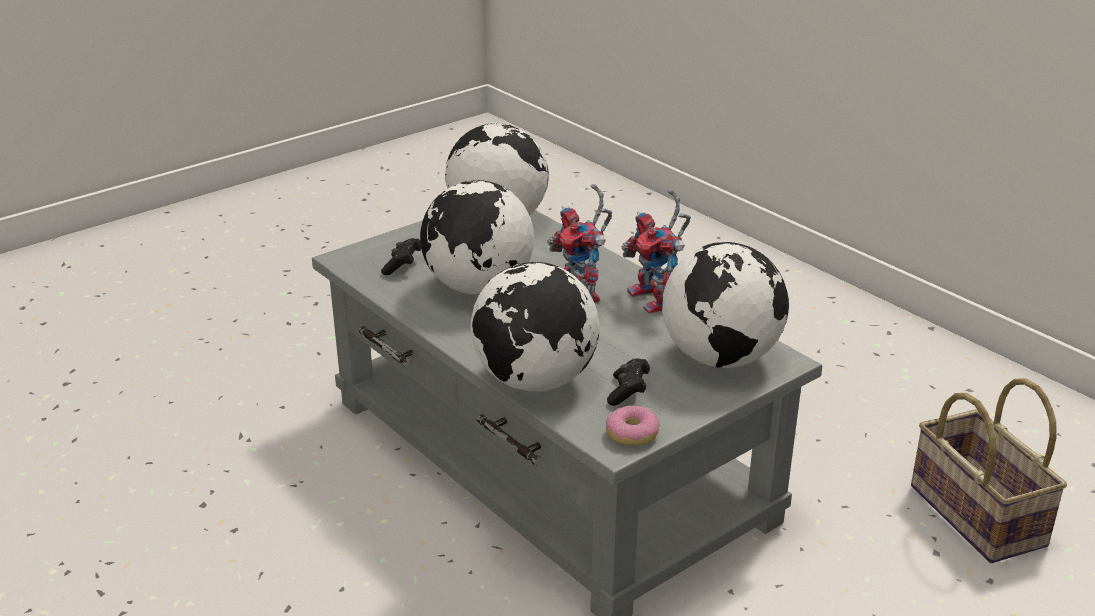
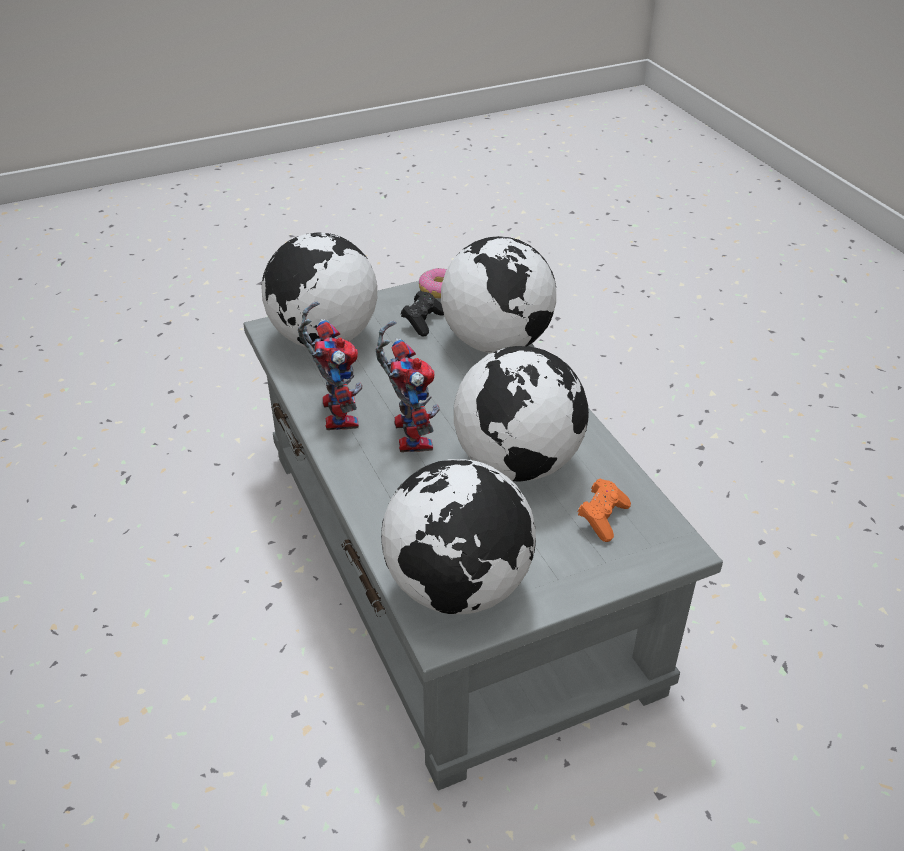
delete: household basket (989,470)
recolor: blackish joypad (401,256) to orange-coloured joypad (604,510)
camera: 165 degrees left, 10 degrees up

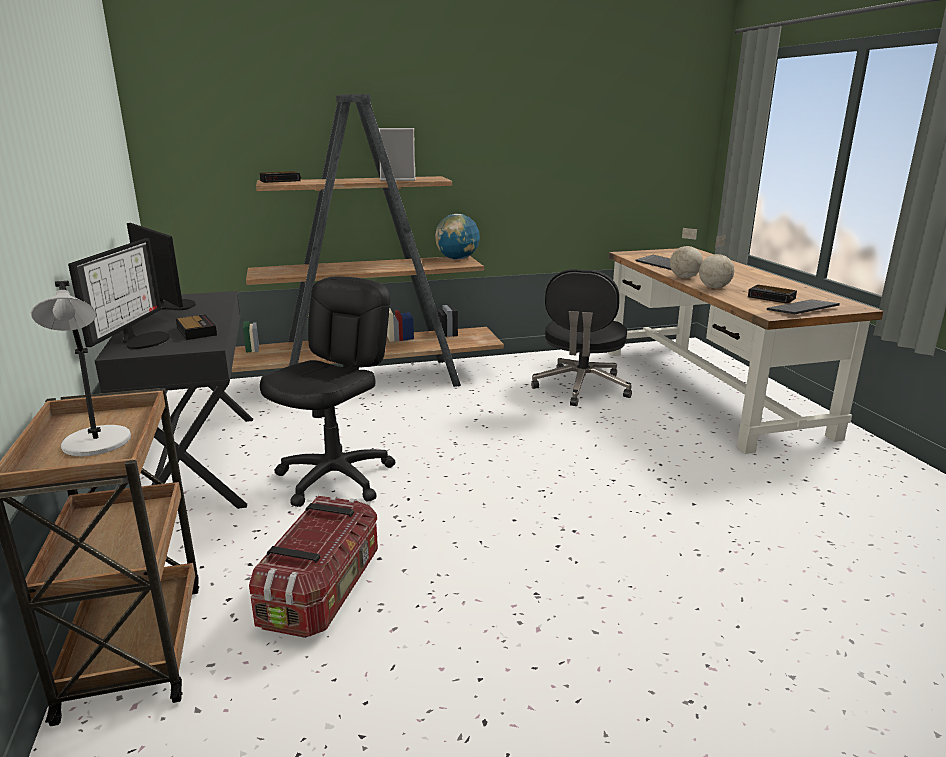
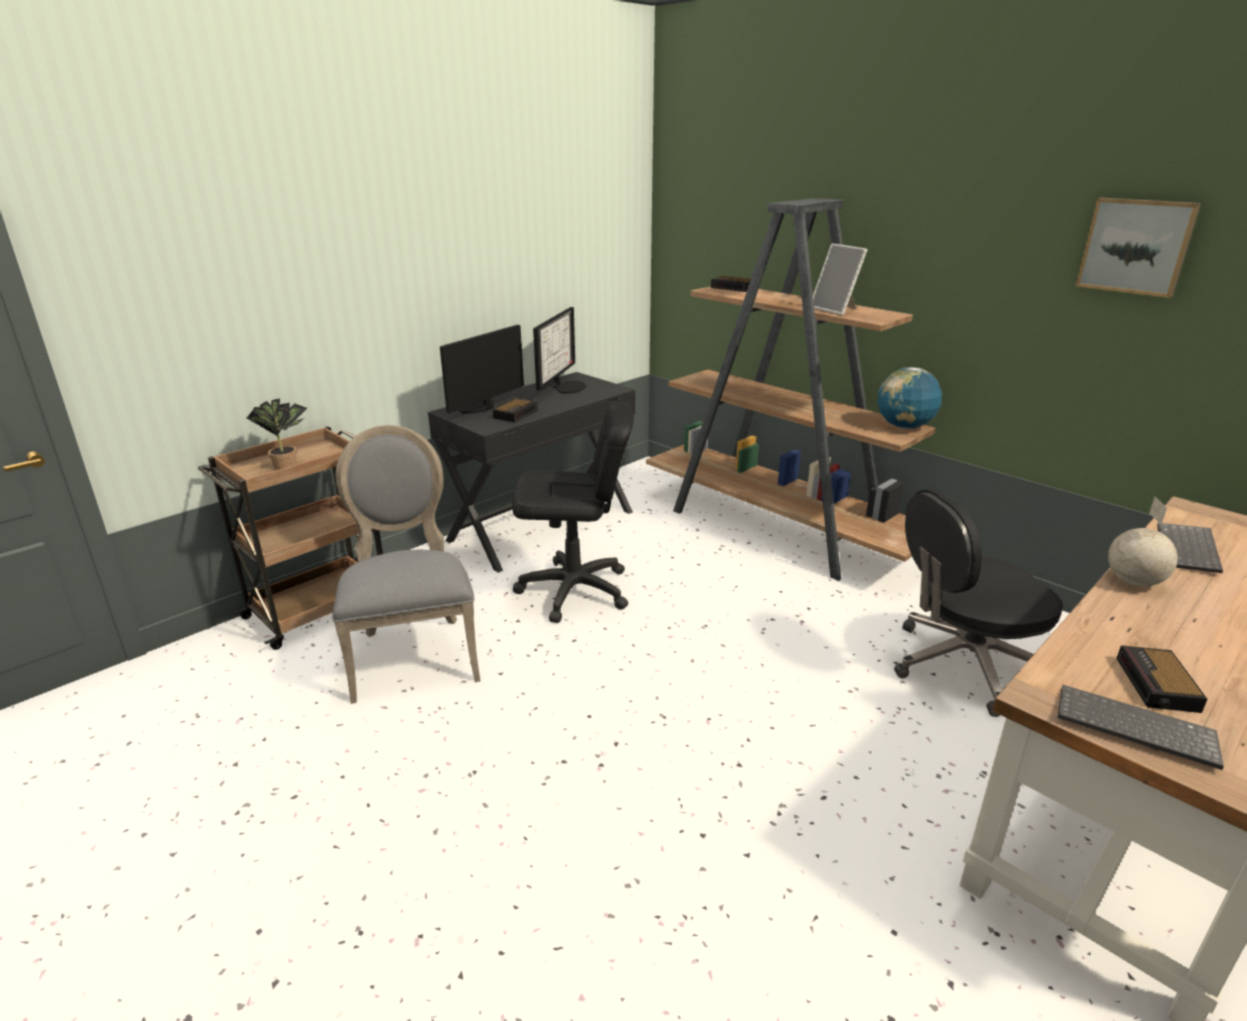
delete: desk globe (716,261)
insert: wall picture (1138,248)
replace: gray tabletop lamp (81,368) to potted plant (277,434); storage container (313,567) to gray upright chair (406,564)
rotate: monitor (119,293) = (482,369) 150 degrees clockwise
camera: 60 degrees right, 5 degrees up

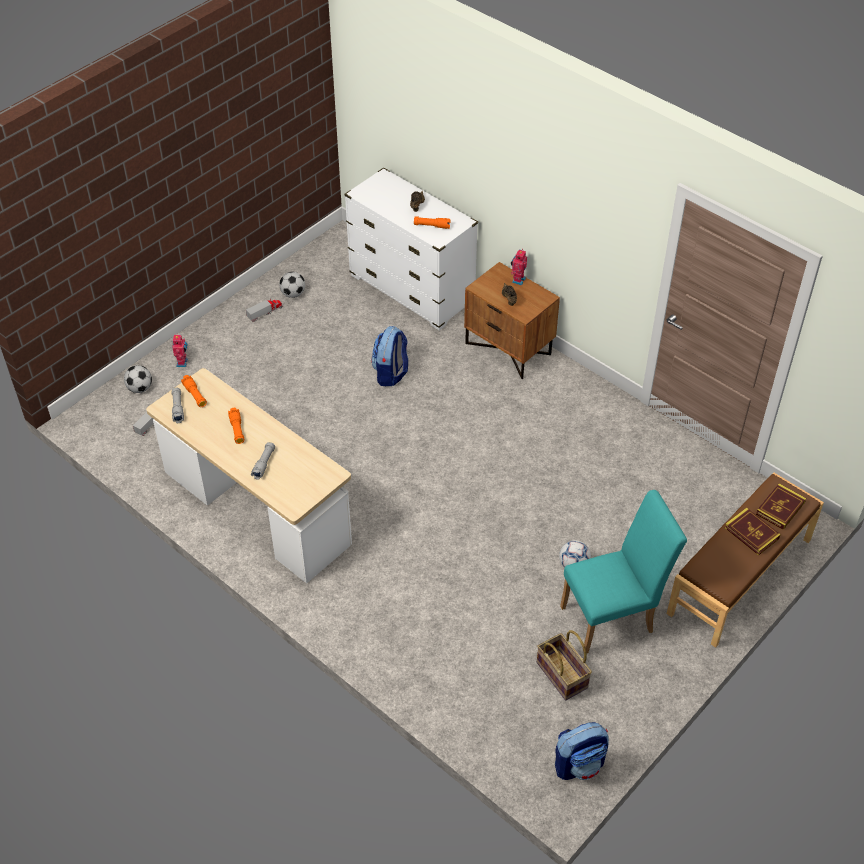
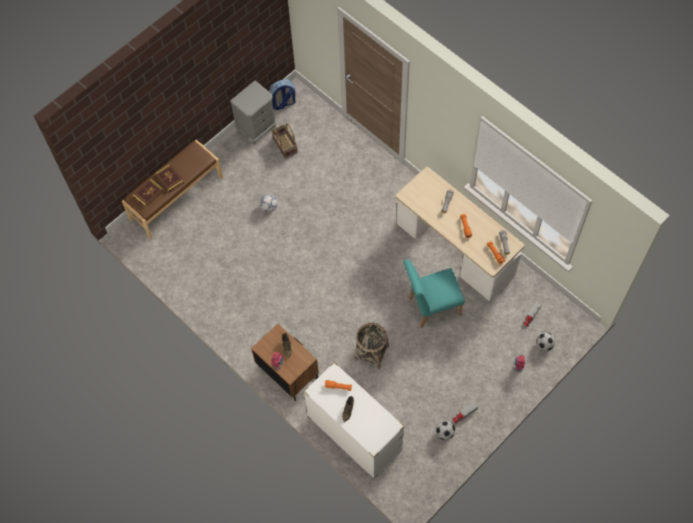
insert: gray night table (253,113)
move: turquoise upright chair (623,572) to (434,294)
replace: knapsack (389,356) to household basket (371,346)
camera: 175 degrees left, 15 degrees up

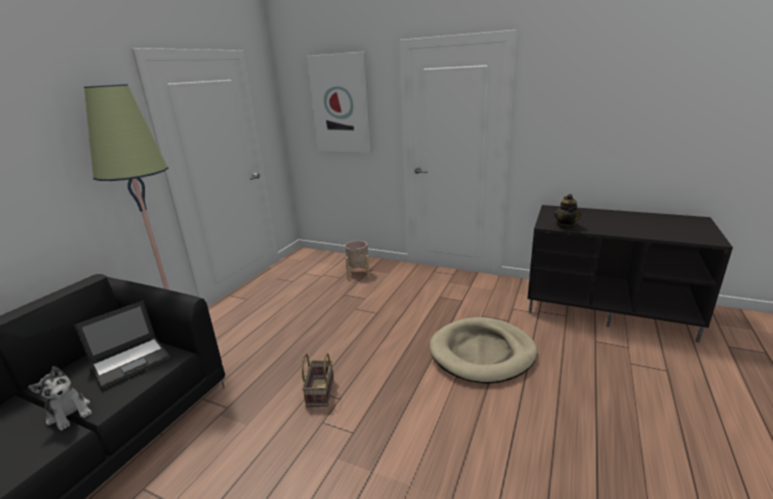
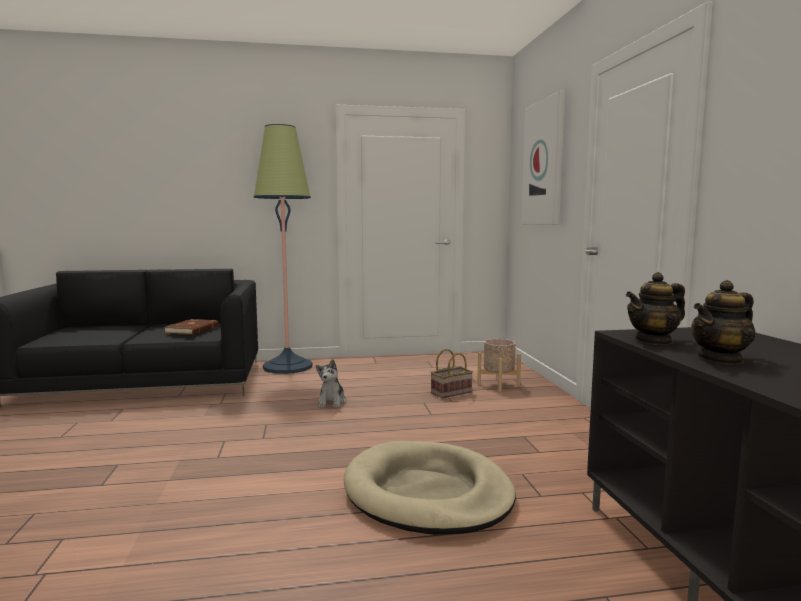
insert: tea pot (723,322)
move: plush toy (60,398) to (331,383); household basket (318,380) to (451,373)
replace: notebook computer (122,344) to brown bound book (191,326)
camera: 55 degrees right, 15 degrees down

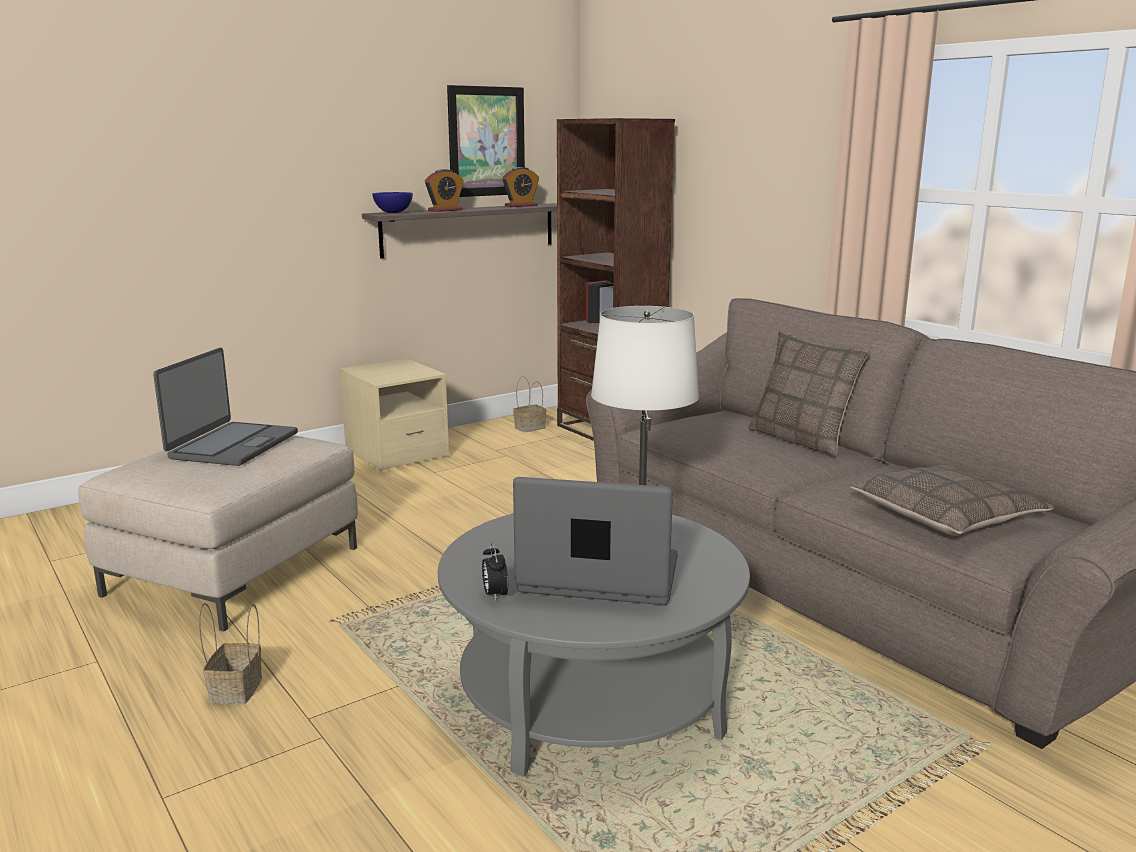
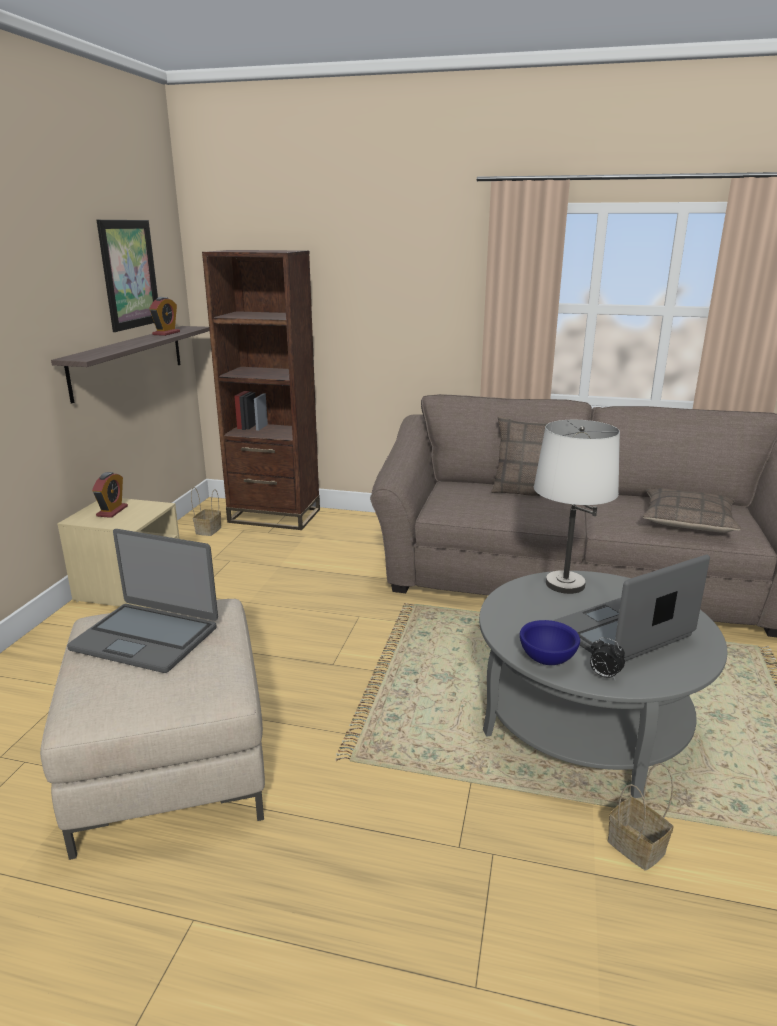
move: bedside clock (444,190) to (110,495); blue-coloured bowl (392,202) to (550,642); household basket (230,653) to (640,817)
rotate: notebook computer (225,407) = (142,601) 135 degrees clockwise
camera: 40 degrees left, 5 degrees up

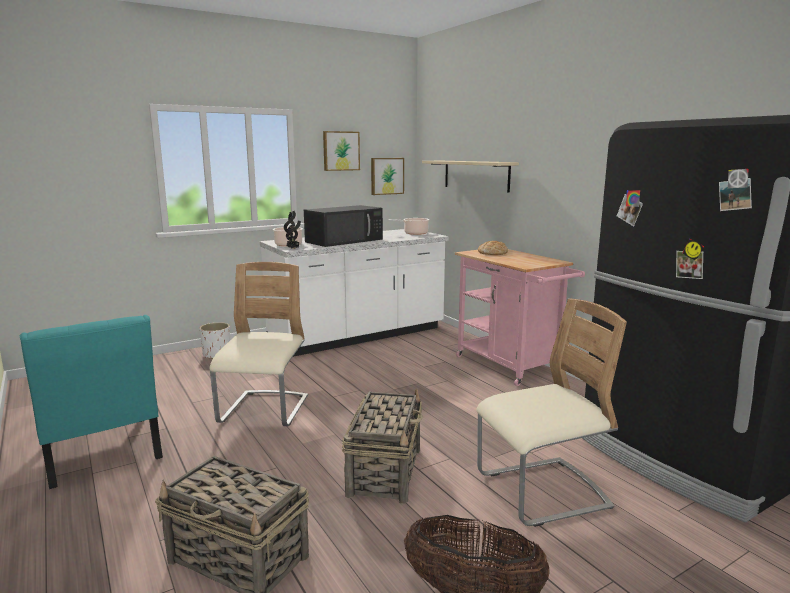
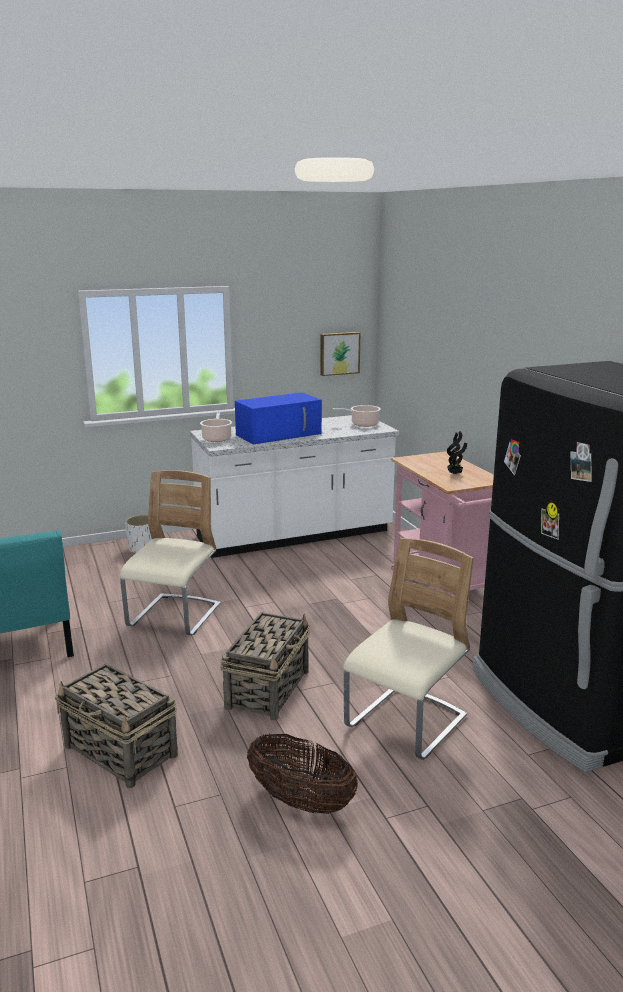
delete: wall picture (341,151); beige-coloured shelf (470,176); baked bread (493,248)
move: potted plant (292,230) to (457,453)
recolor: blackish microwave (343,226) to blue-coloured microwave (278,418)
rotate: beige-coloured upright chair (551,413) = (408,649) 45 degrees counterclockwise
camera: 10 degrees right, 5 degrees up

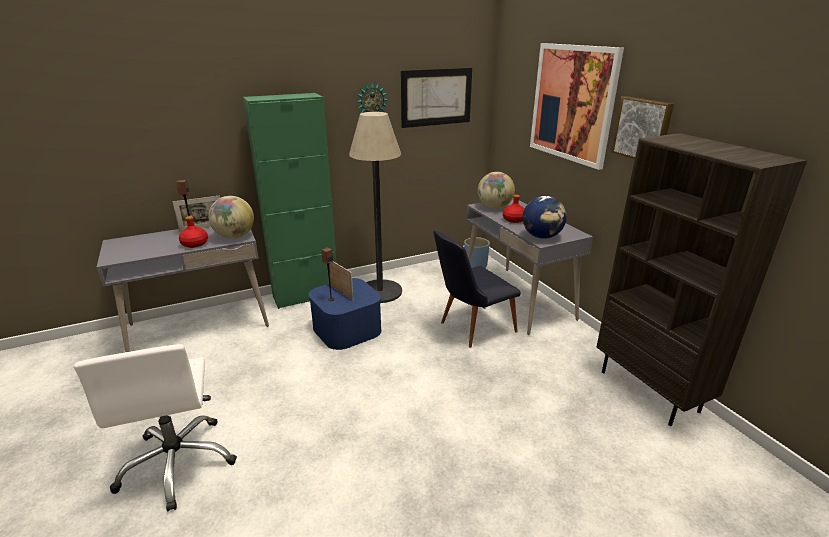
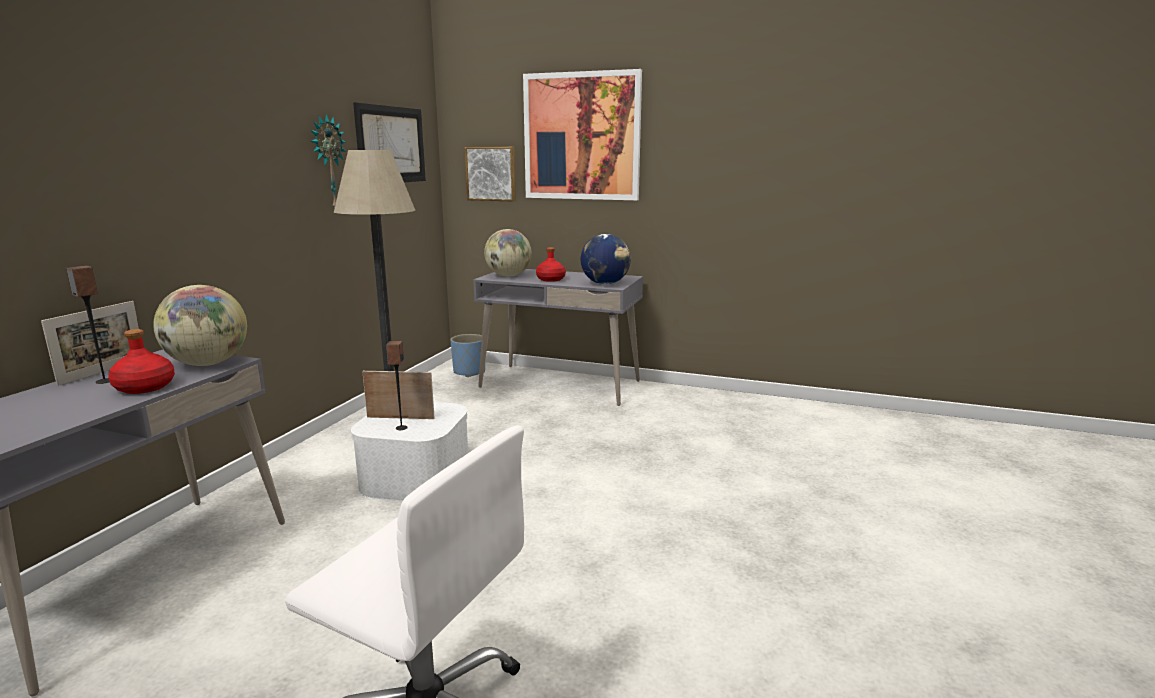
delete: green storage cabinet (290,201); blackish upright chair (477,289); brown bookshelf (702,279)
move: wall picture (642,127) to (490,174)
recolor: blue-coloured storage container (345,314) to white-coloured storage container (409,451)
camera: 45 degrees left, 10 degrees down

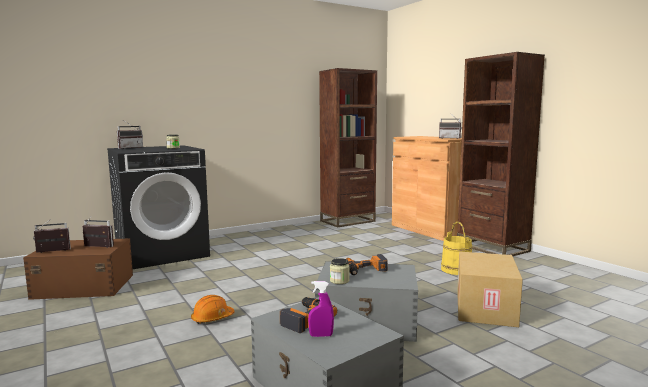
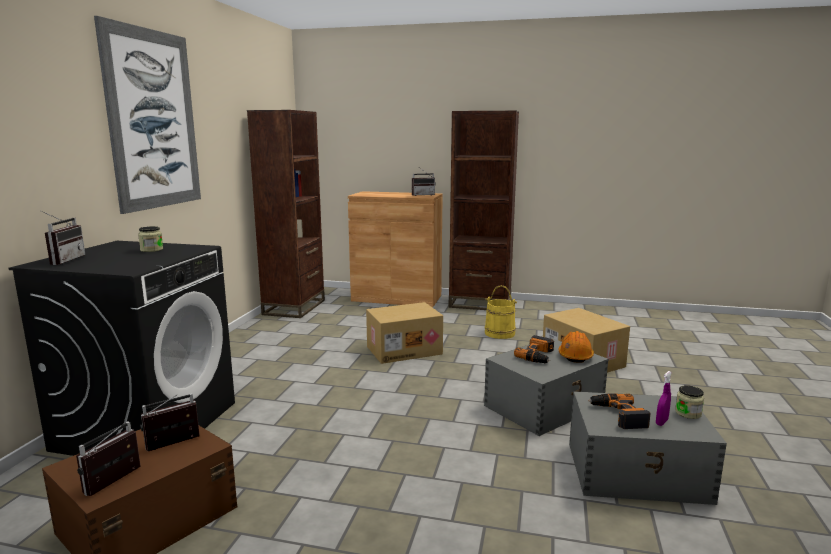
insert: wall picture (147,115); carton (404,333)
move: orange-coloured work helmet (213,309) to (576,347); storage jar (340,271) to (689,402)
camera: 45 degrees left, 5 degrees up

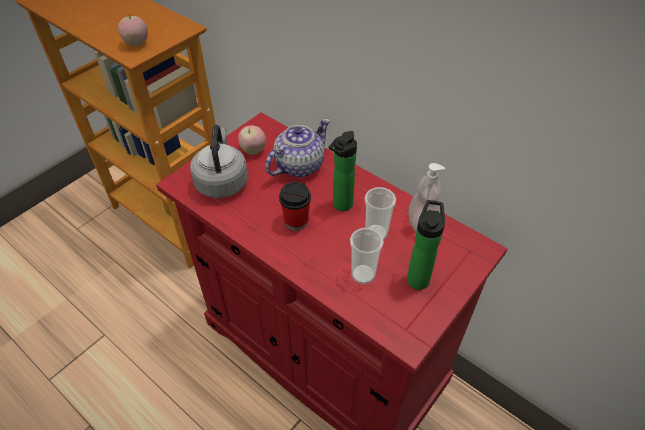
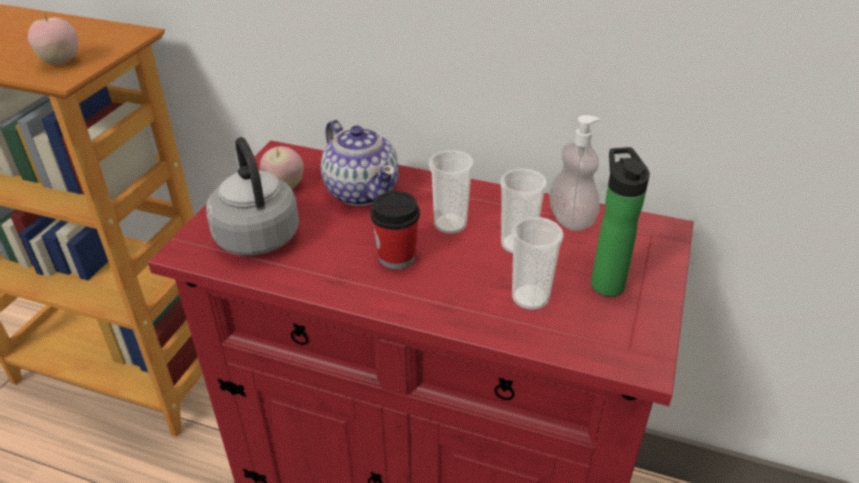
replace: beverage bottle (343,171) to cup (451,192)
rotate: tea pot (297,147) = (360,163) 120 degrees clockwise
camera: 20 degrees left, 10 degrees down

